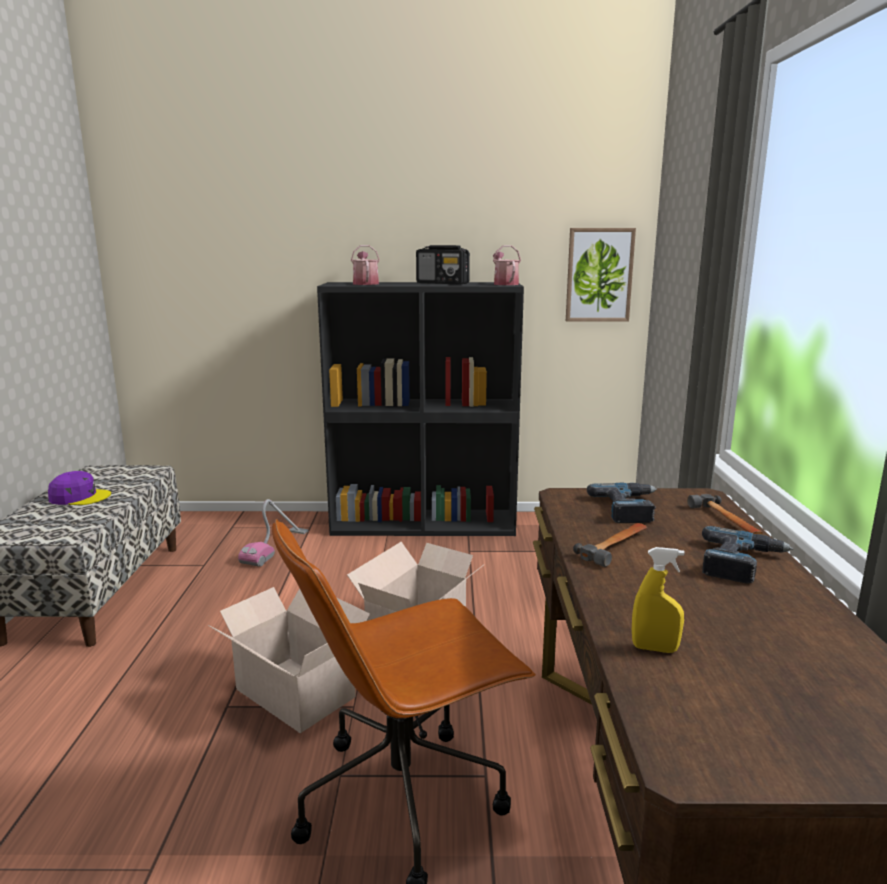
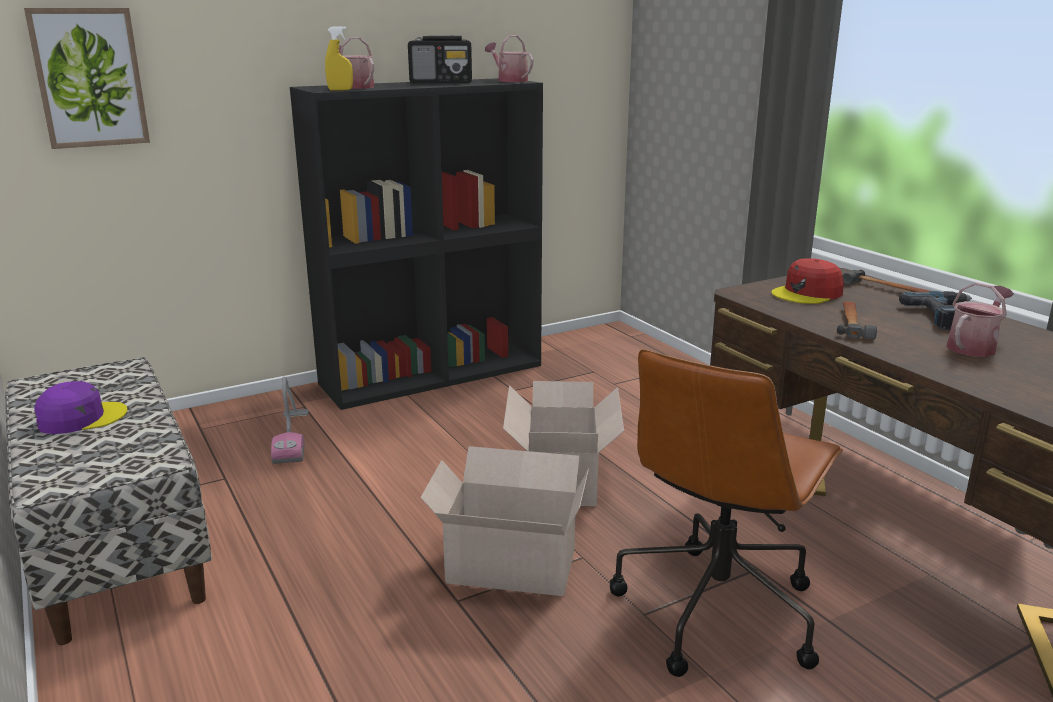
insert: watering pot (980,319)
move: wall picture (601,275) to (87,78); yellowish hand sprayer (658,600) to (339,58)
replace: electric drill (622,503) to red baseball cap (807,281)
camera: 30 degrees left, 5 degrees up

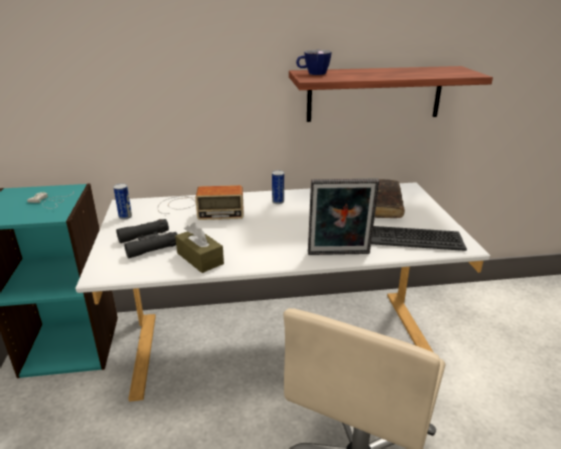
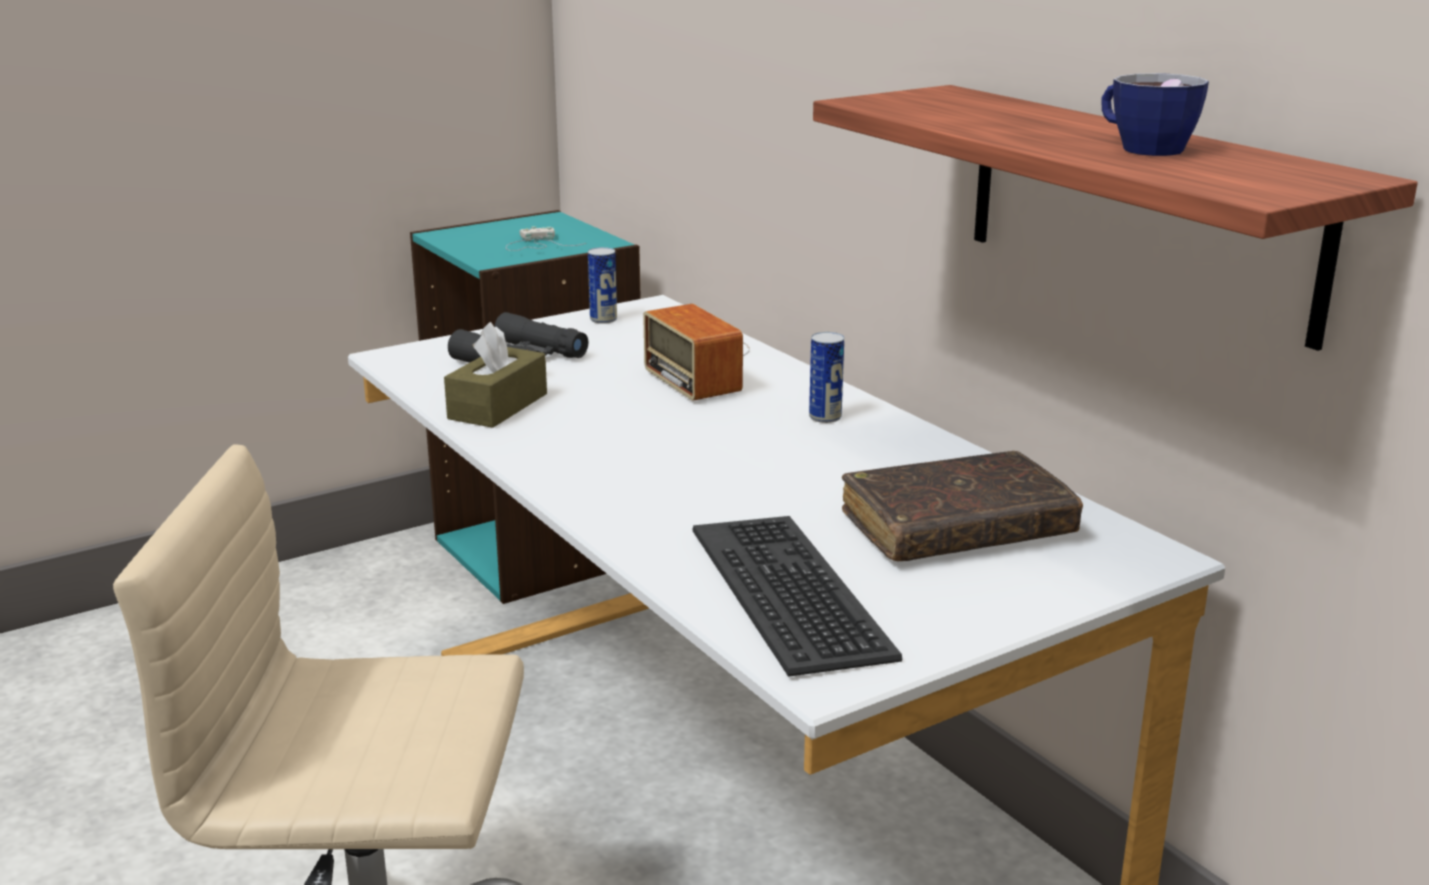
delete: picture frame (343,217)
move: cup (313,62) to (1155,114)
camera: 65 degrees right, 5 degrees down

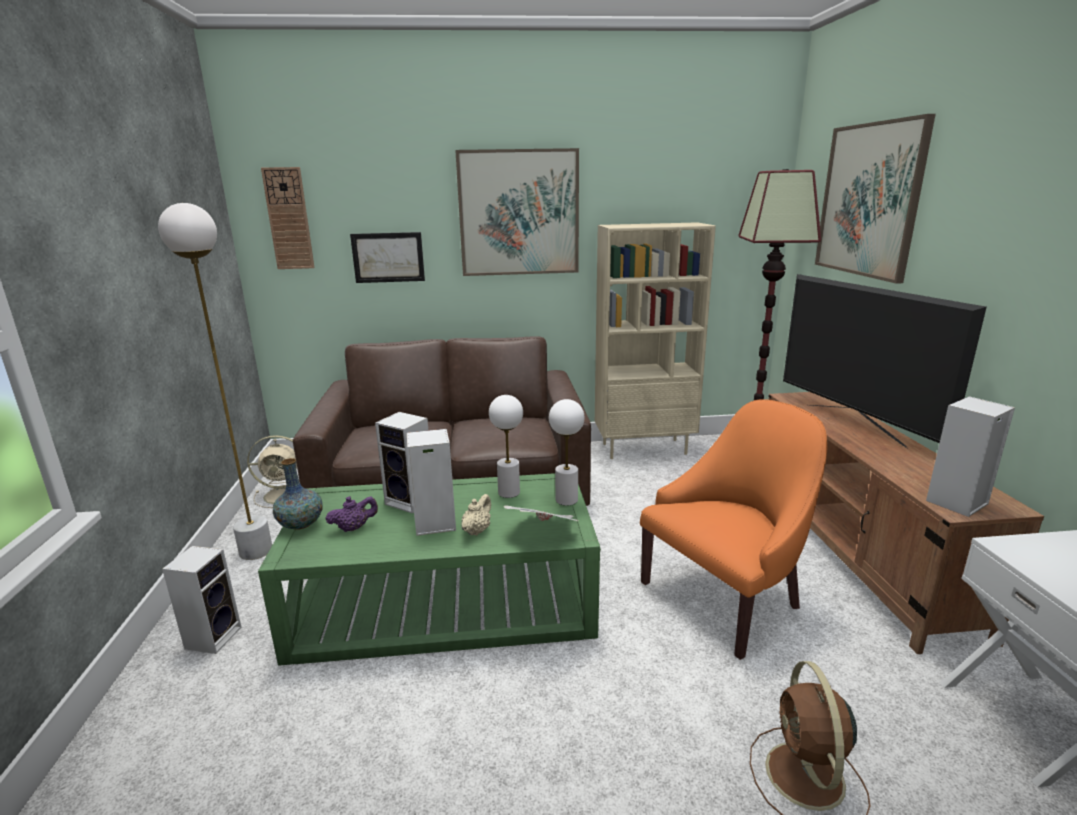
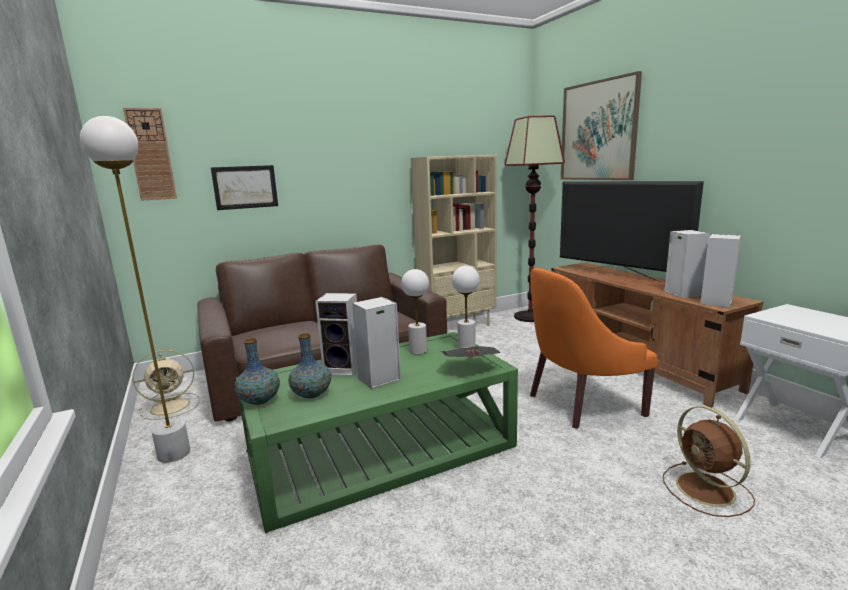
delete: wall picture (517,212); beige-coloured tea pot (476,515)
move: loudspeaker (201,600) to (687,264)
replace: purple tea pot (351,514) to decorative vase (309,365)
rotate: orange-coloured easy chair (734,529) = (594,348) 150 degrees counterclockwise
camera: 20 degrees left, 5 degrees down

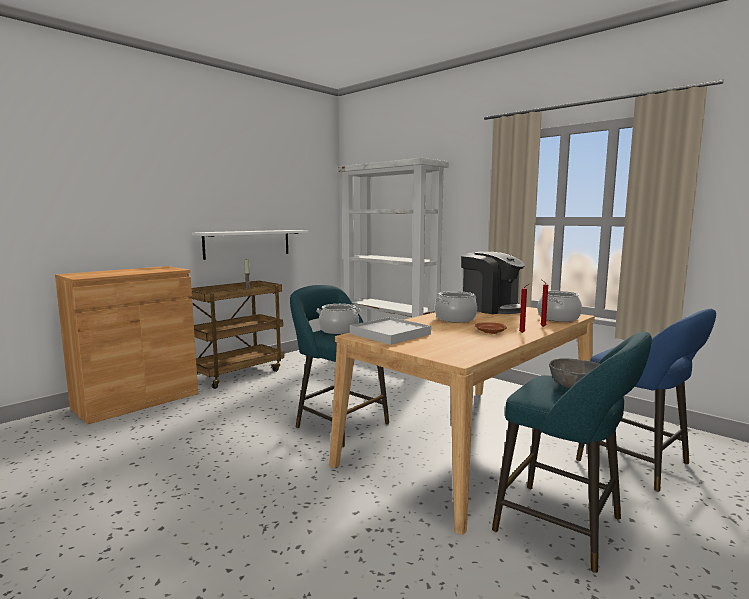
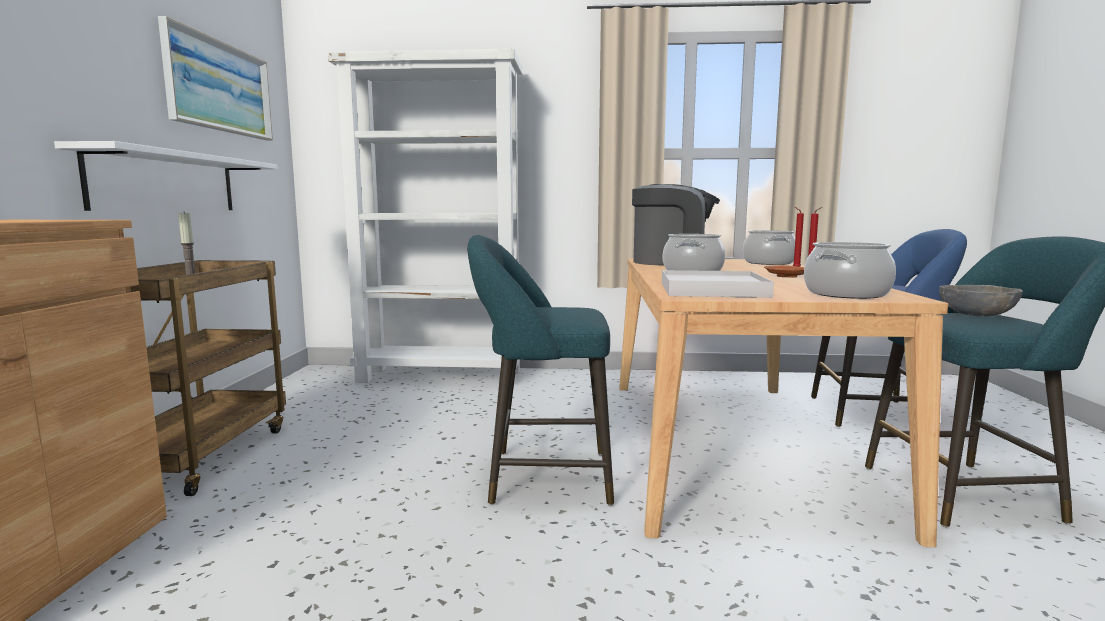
insert: wall picture (215,78)
move: saucepot (338,319) to (850,270)
camera: 40 degrees left, 0 degrees up

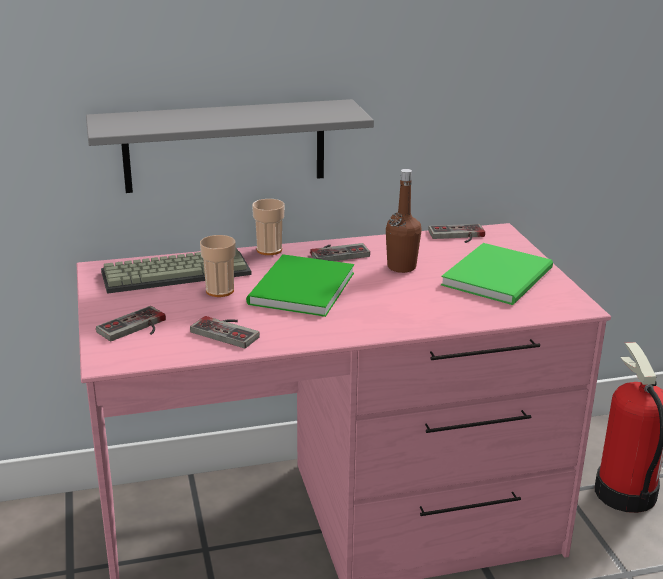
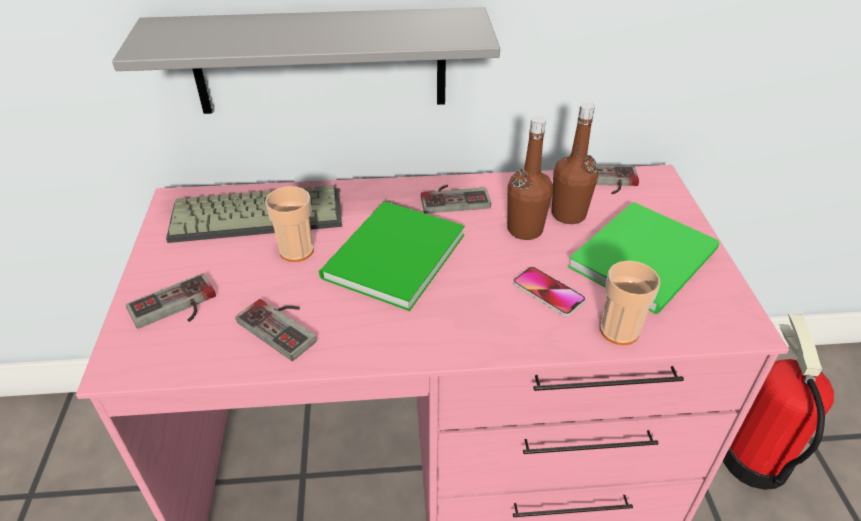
insert: handset (549,291); brown beverage bottle (575,163)
move: cup (268,227) to (630,303)
camera: 10 degrees right, 15 degrees up

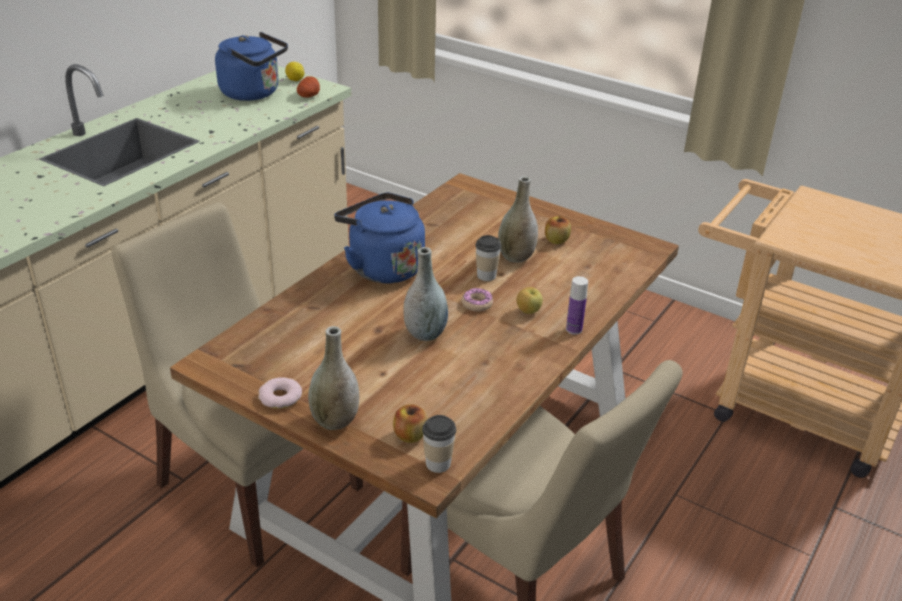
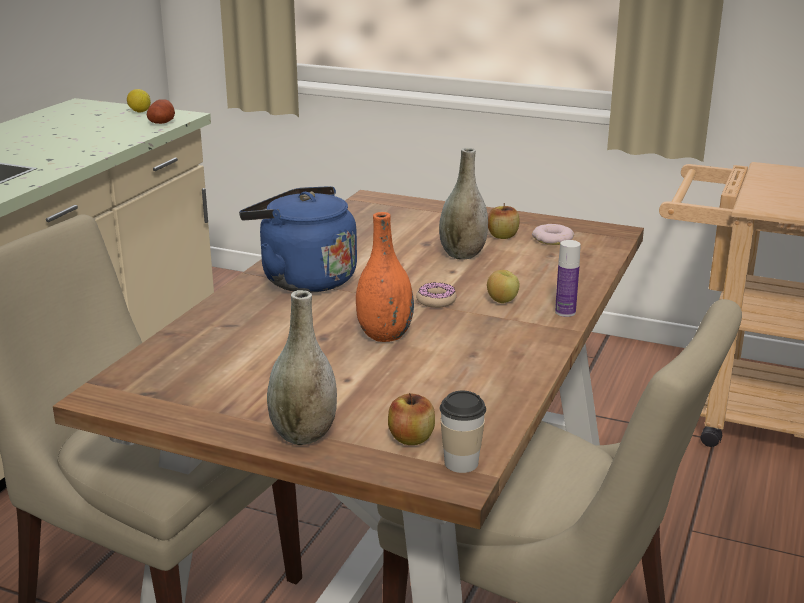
delete: blue-coloured tea kettle (251,66); cup (488,258)
move: donut (280,393) to (553,234)
recolor: gray decorative vase (425,294) to orange-coloured decorative vase (385,277)
camera: 10 degrees left, 10 degrees down

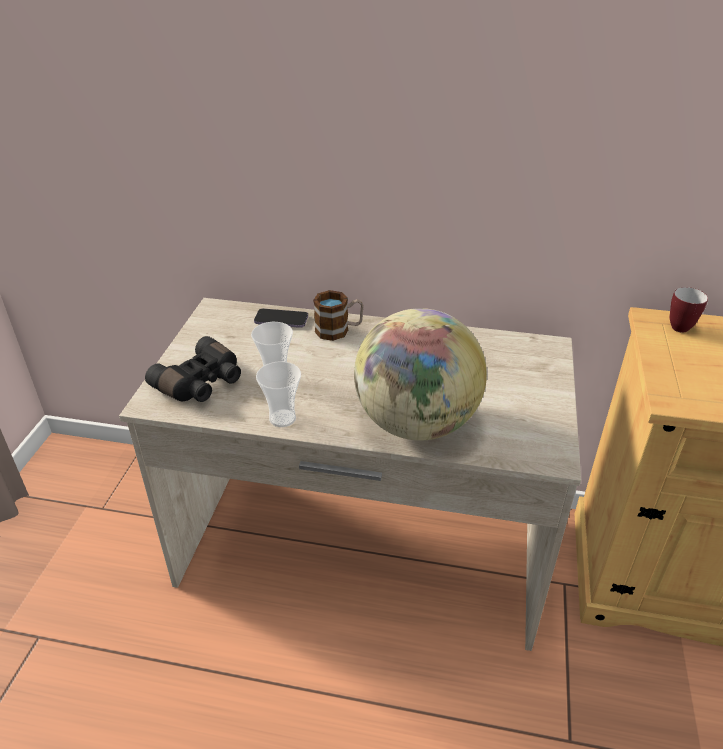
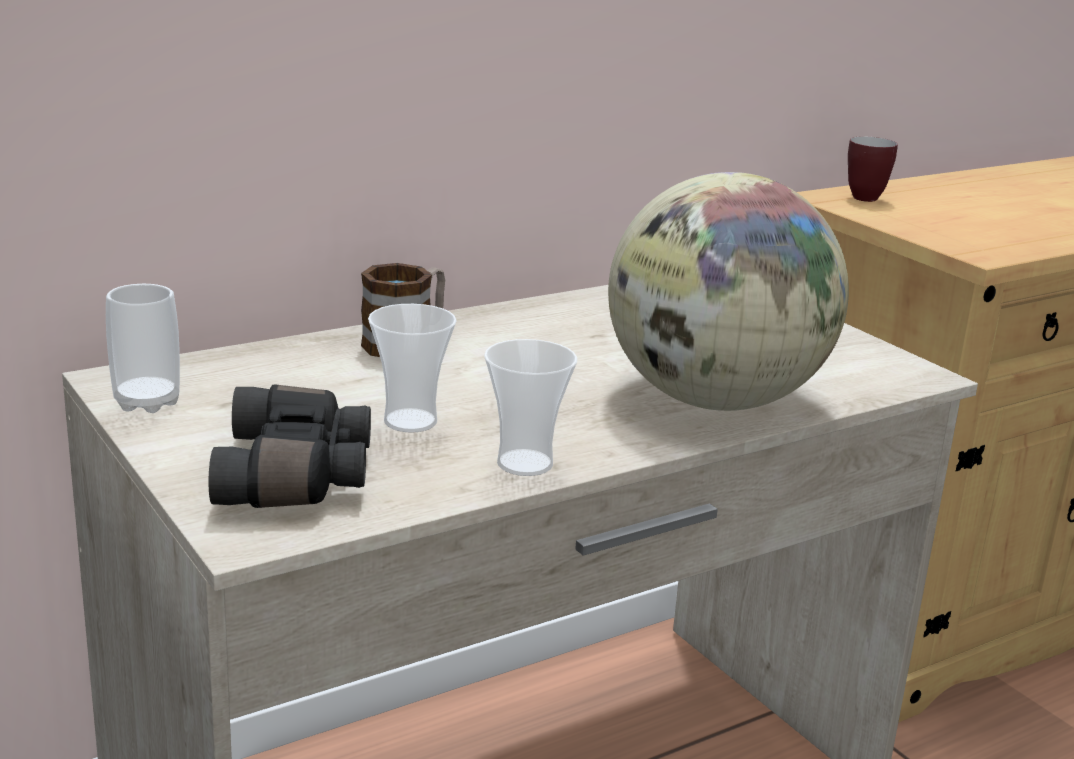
delete: handset (281,318)
insert: cup (143,348)
camera: 45 degrees left, 15 degrees down

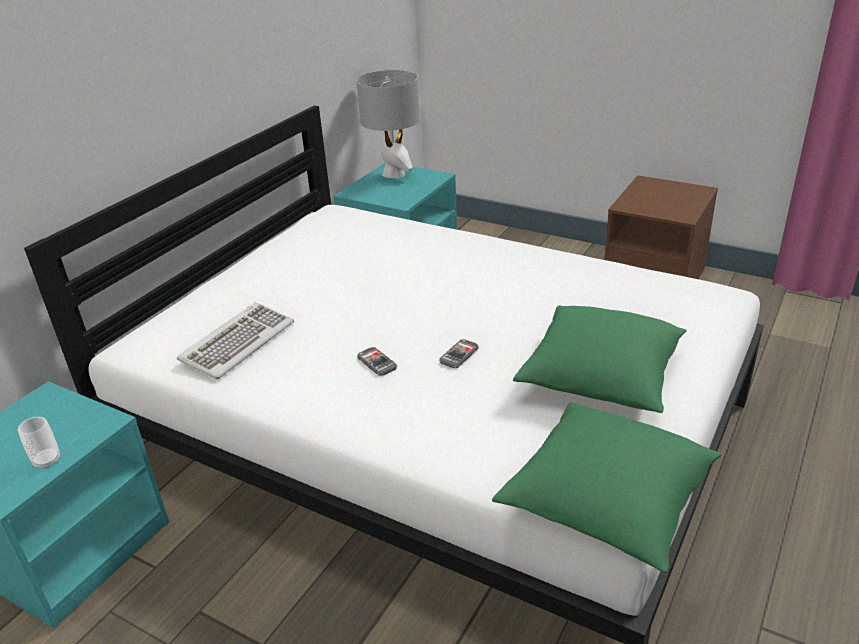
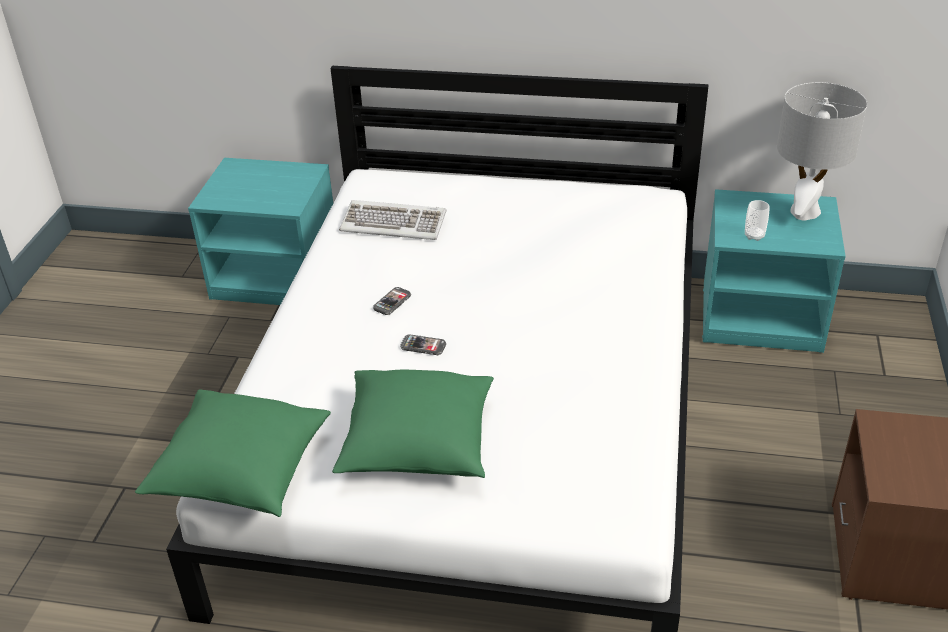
move: cup (39,443) to (757,220)
camera: 70 degrees right, 5 degrees up

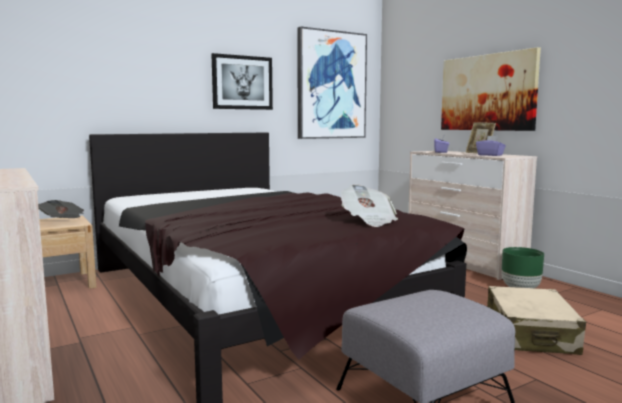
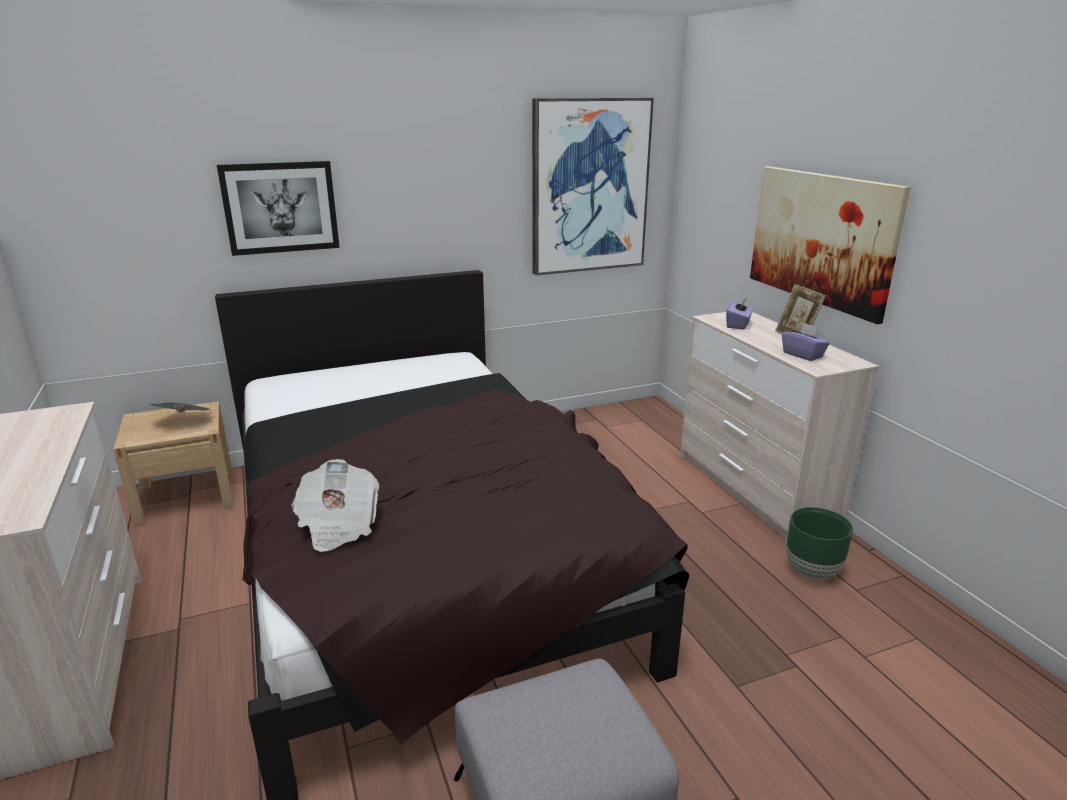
delete: beige-coloured travel case (536,320)
move: wall picture (242,81) to (278,208); printed paper (369,205) to (335,505)
camera: 10 degrees right, 15 degrees up

